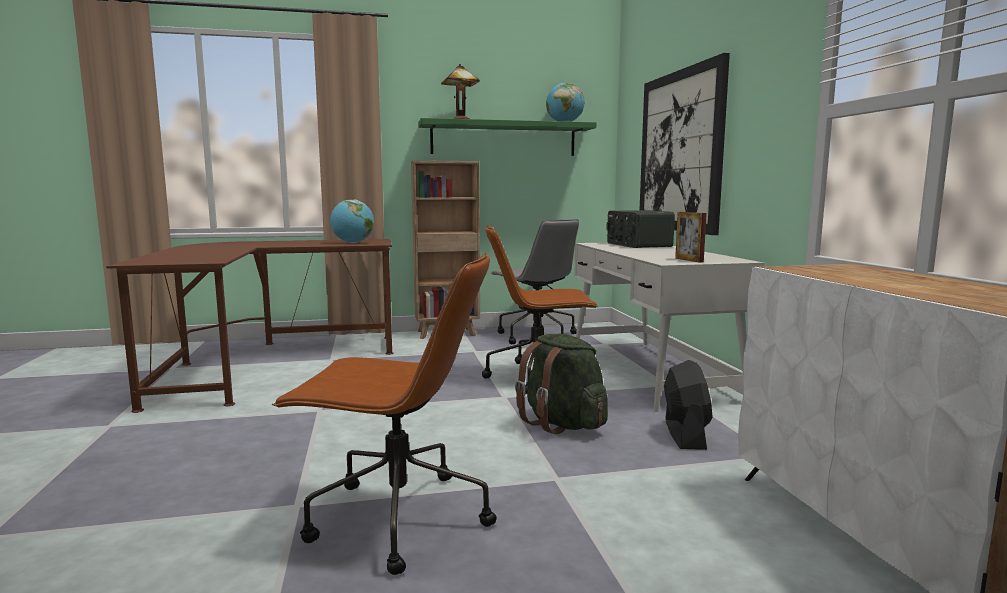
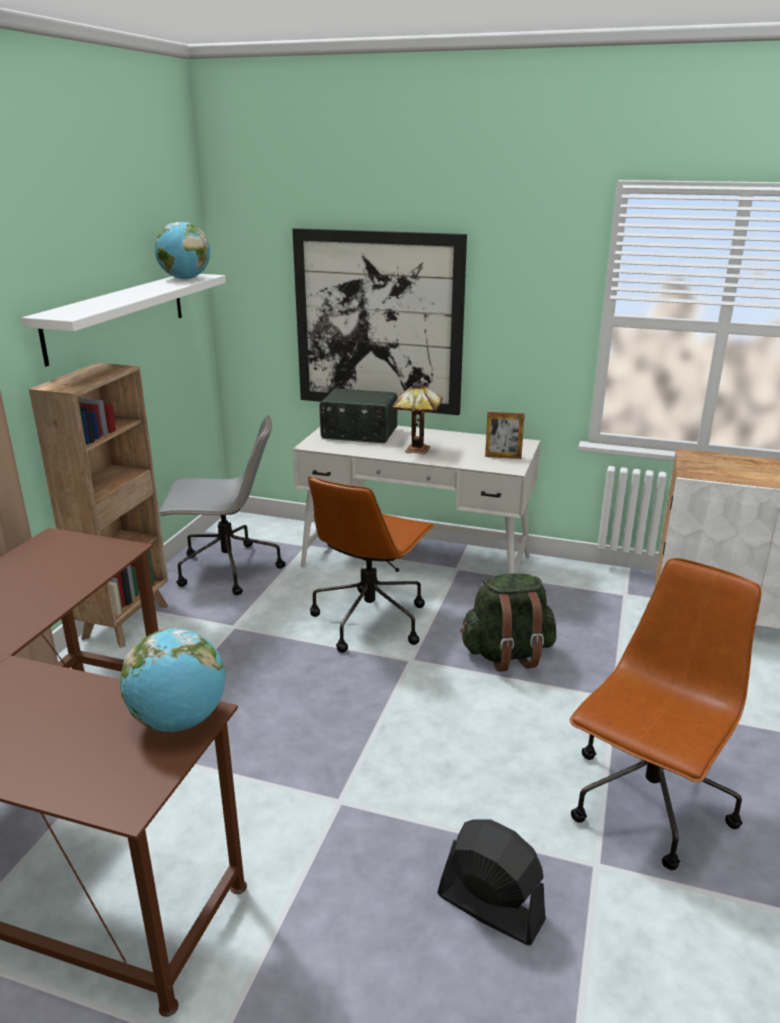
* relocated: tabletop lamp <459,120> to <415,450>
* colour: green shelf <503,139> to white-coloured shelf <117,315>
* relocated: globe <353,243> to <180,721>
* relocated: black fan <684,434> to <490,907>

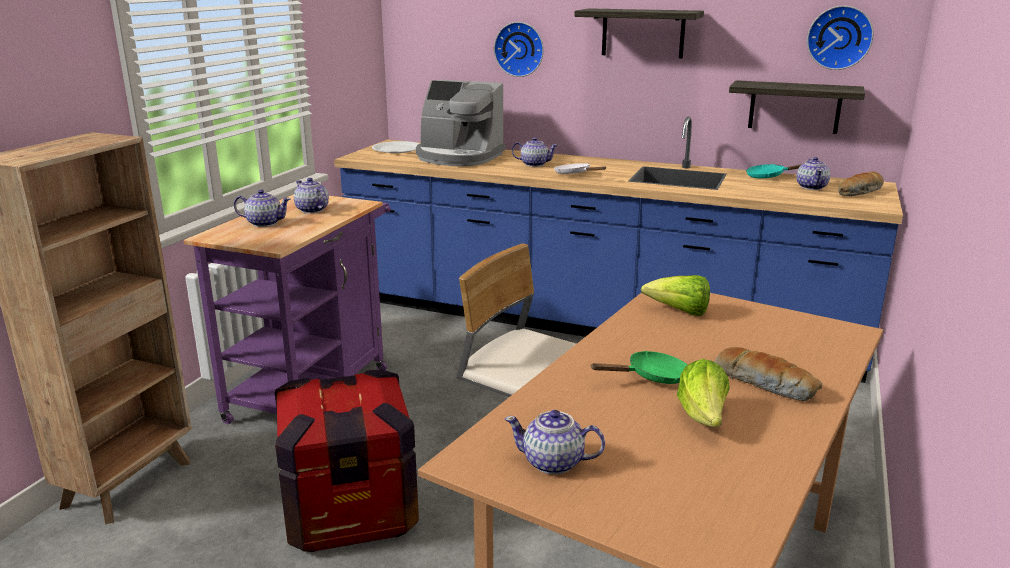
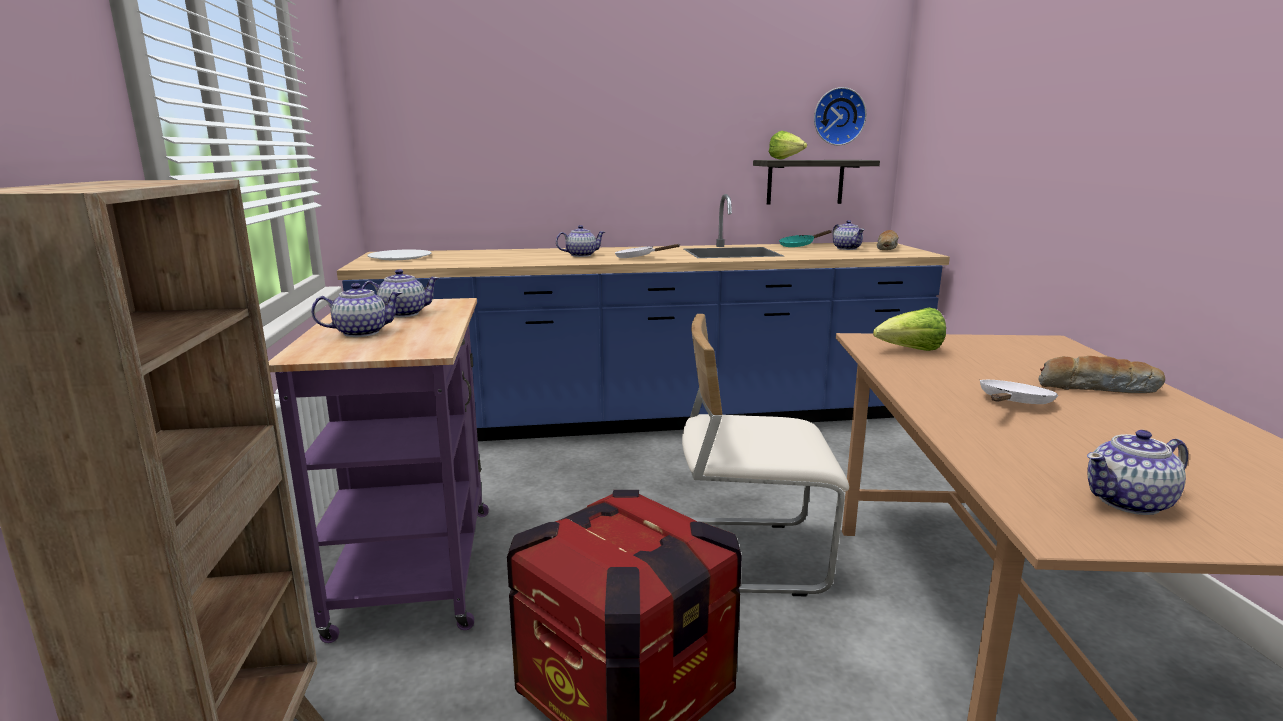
* missing: shelf <643,33>
* missing: wall clock <520,49>
* missing: coffee maker <458,157>
* spun: teapot <312,210> = <402,314> 135 degrees clockwise
* colour: green skillet <652,377> to white-coloured skillet <1013,403>
* relocated: lettuce head <703,418> to <786,159>

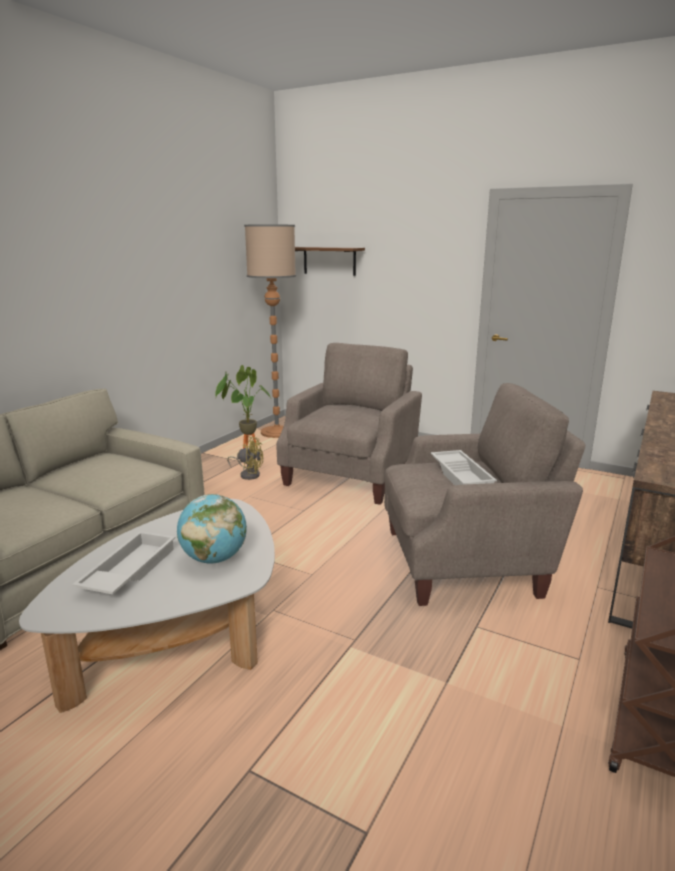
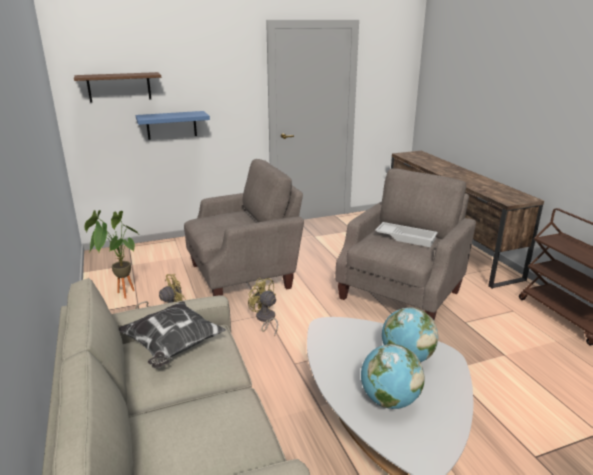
* missing: standard lamp <277,432>
* spun: beige-coloured lounge chair <351,476> = <243,275> 90 degrees clockwise
* exchanged: white-coloured carrying tray <128,570> to globe <389,400>
* appeared: blue shelf <171,125>
* appeared: yellow fan <265,319>
* appeared: pillow <172,347>

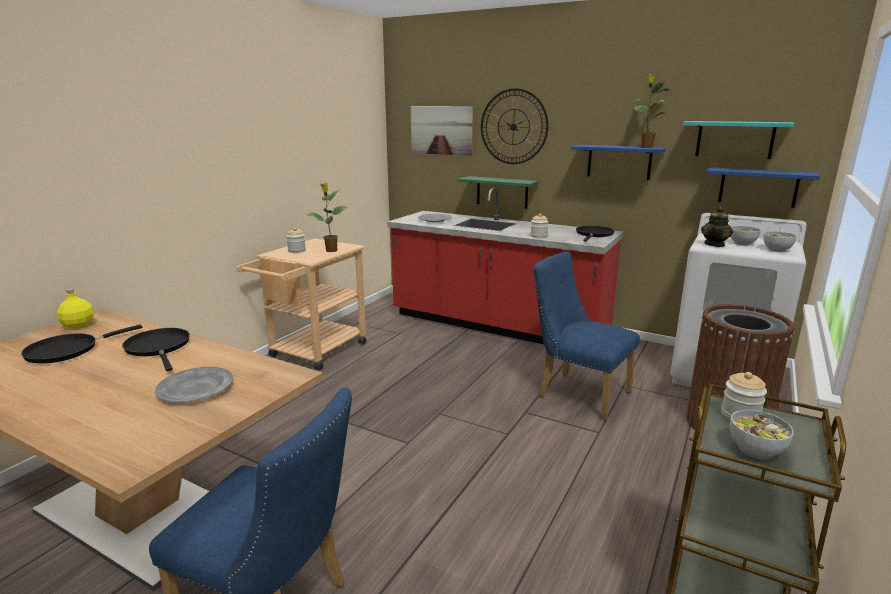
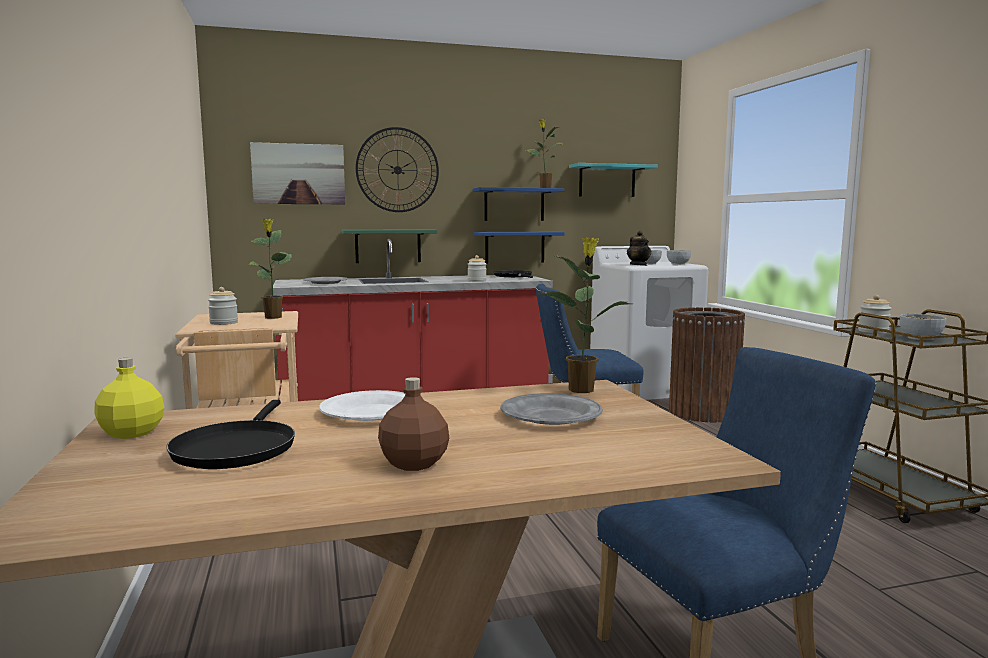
* relocated: blue shelf <758,187> to <515,247>
* exchanged: black skillet <159,348> to white-coloured dinner plate <370,412>
* appeared: potted plant <582,389>
* appeared: brown-coloured beverage bottle <415,463>

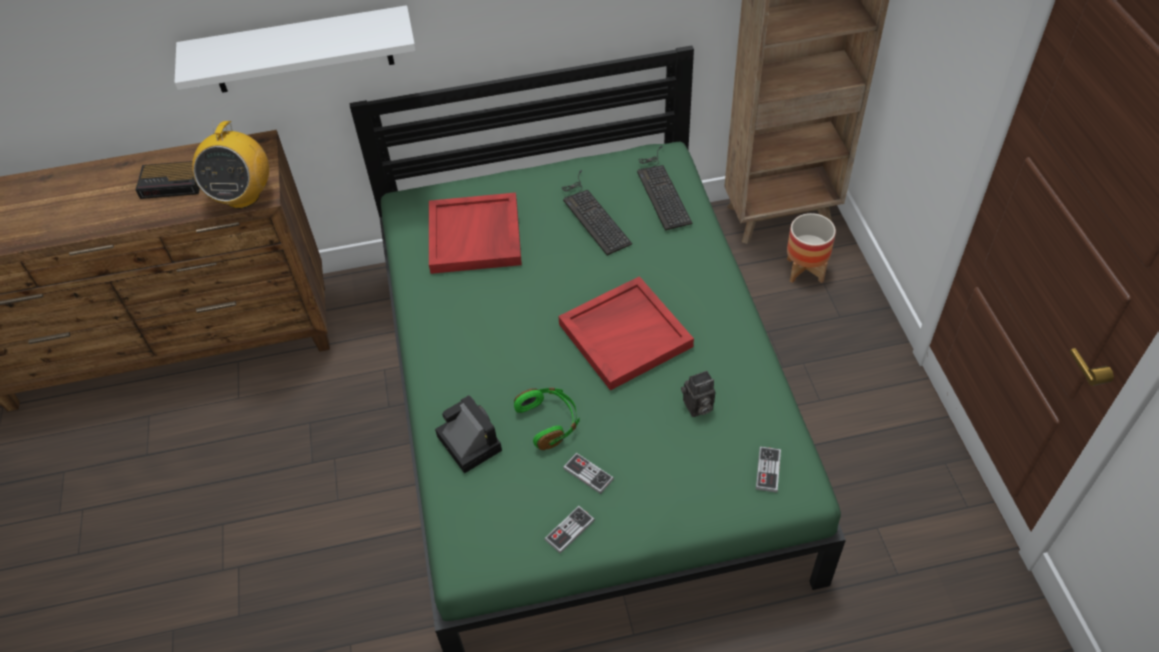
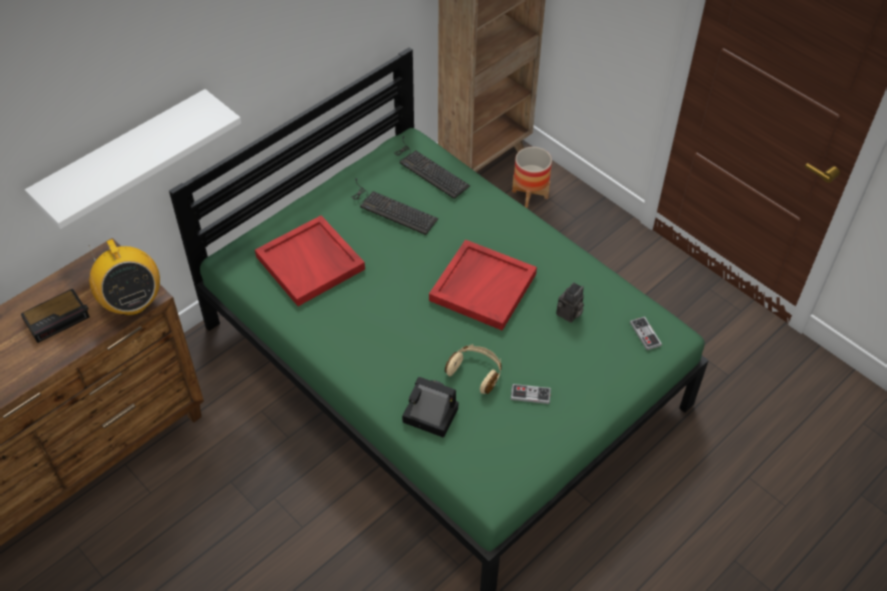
* colour: green headphones <549,421> to beige-coloured headphones <476,372>
* missing: game controller <569,530>

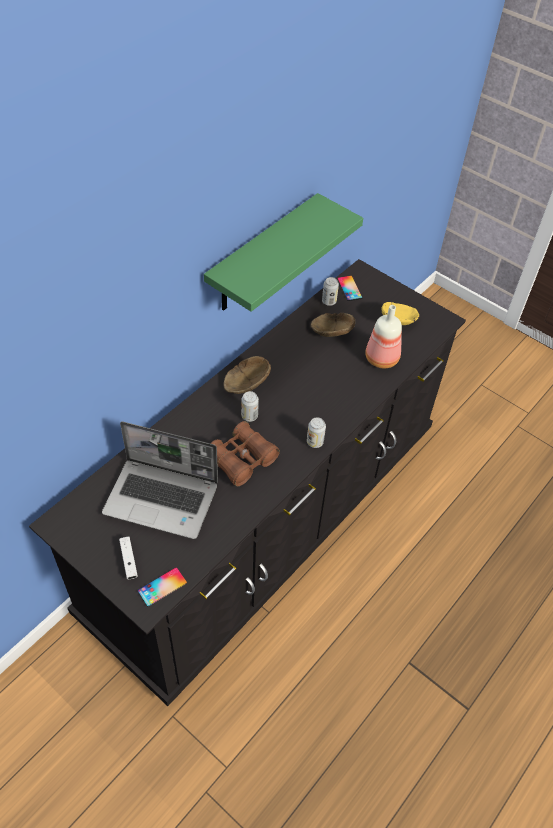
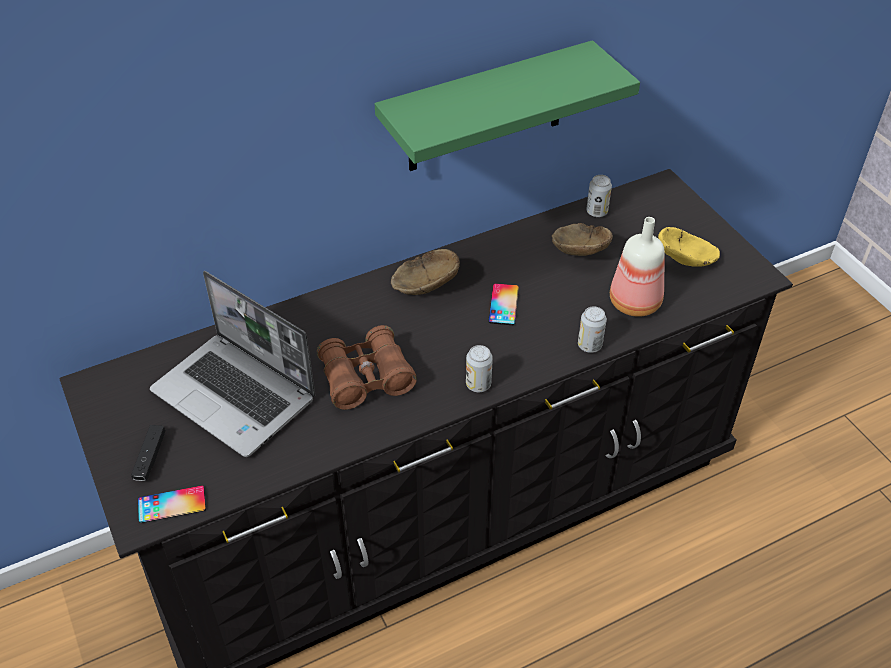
* relocated: handset <349,288> to <503,304>
* relocated: metal can <249,416> to <589,345>
* colour: white-coloured game controller <129,560> to black game controller <150,457>

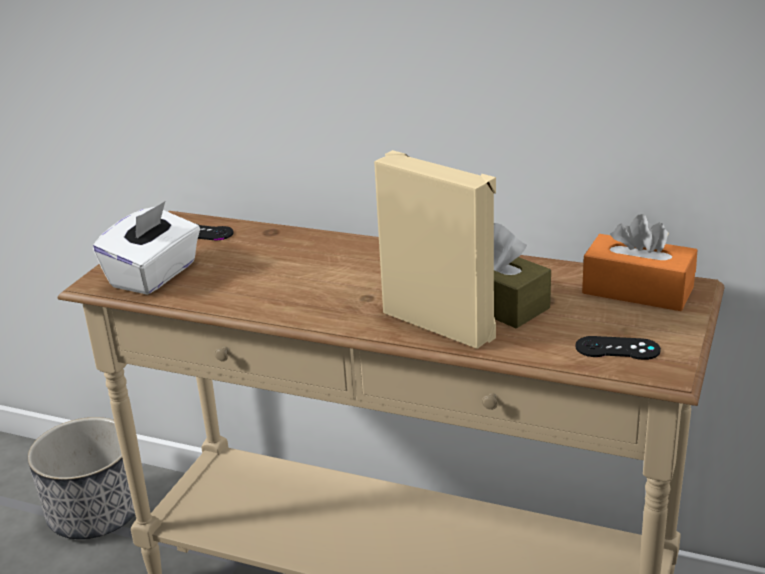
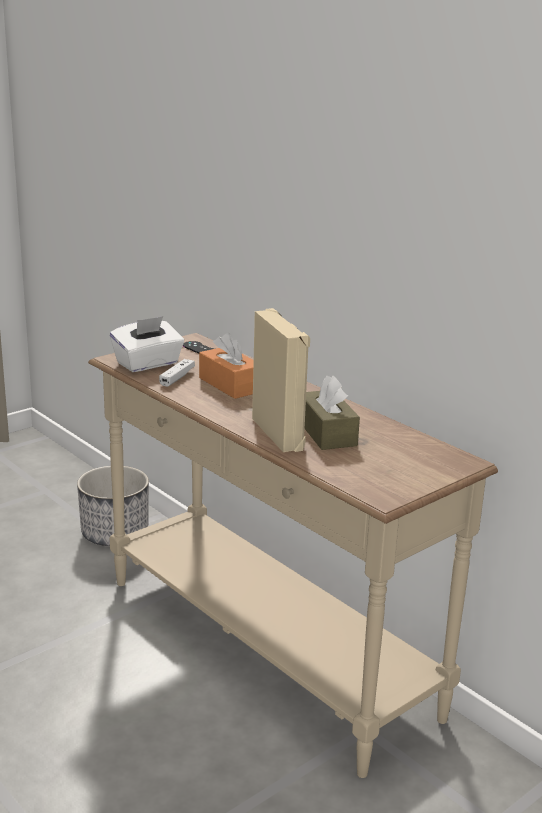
* relocated: orangey tissue box <637,290> to <230,385>
* missing: black game controller <617,348>
* appeared: white-coloured game controller <177,378>

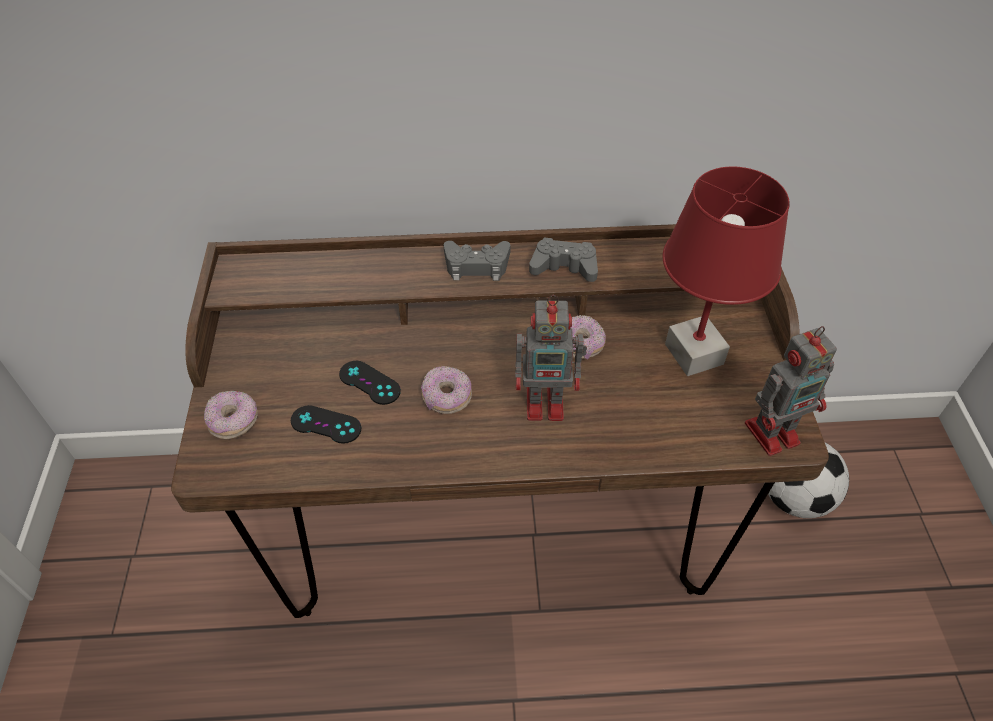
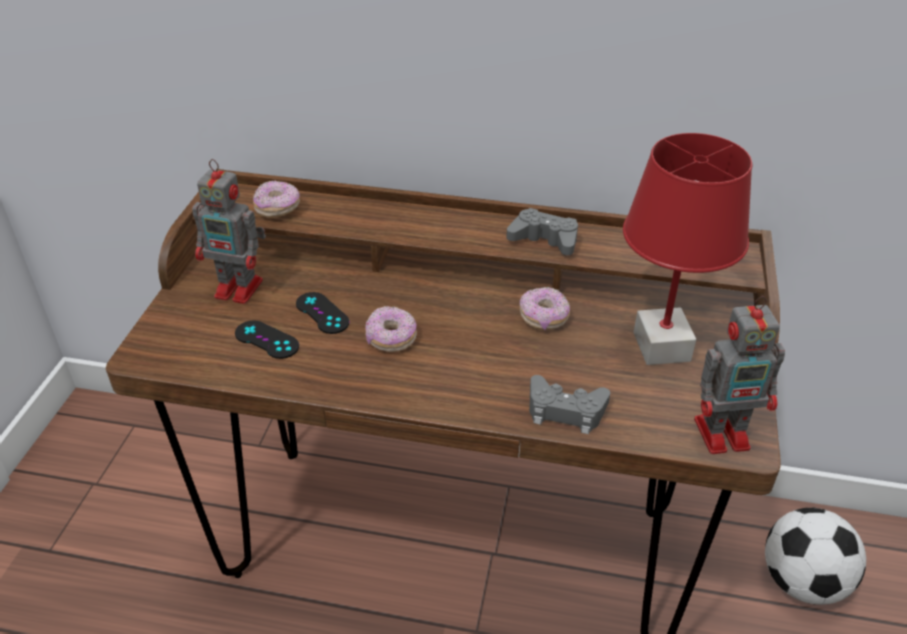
* relocated: greyish game controller <476,265> to <565,410>
* relocated: model robot <547,403> to <241,289>
* relocated: donut <234,421> to <278,208>

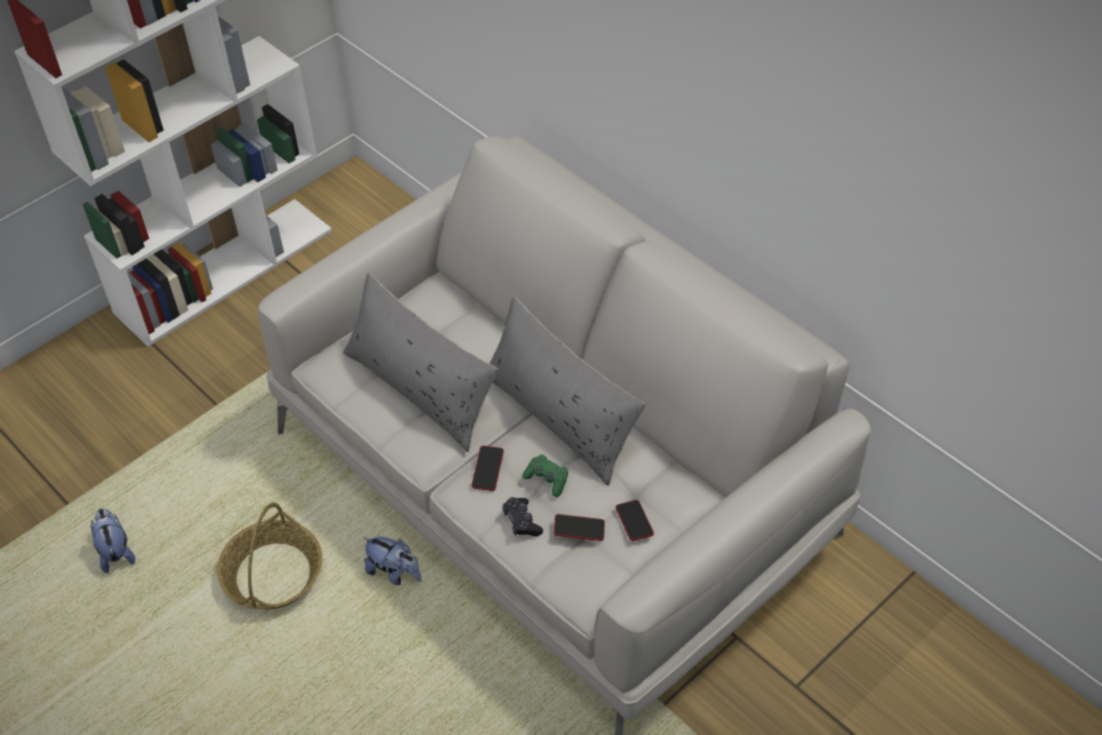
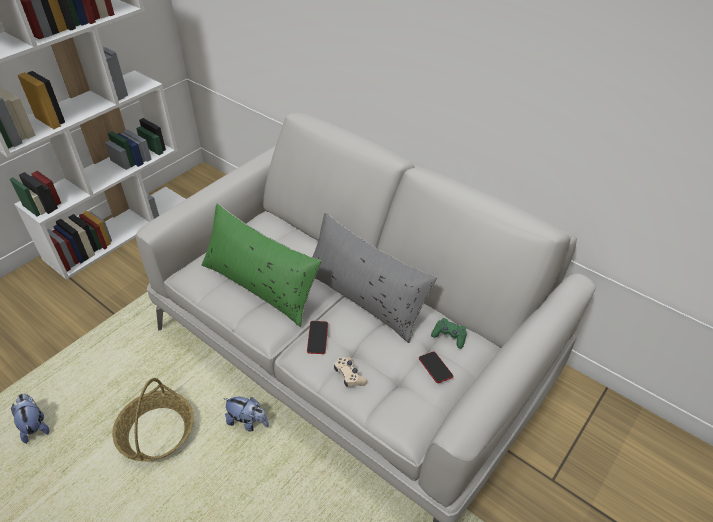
* colour: greyish pillow <421,387> to green pillow <260,284>
* relocated: green game controller <547,479> to <449,336>
* colour: black game controller <522,521> to beige-coloured game controller <349,375>
* missing: handset <579,530>

